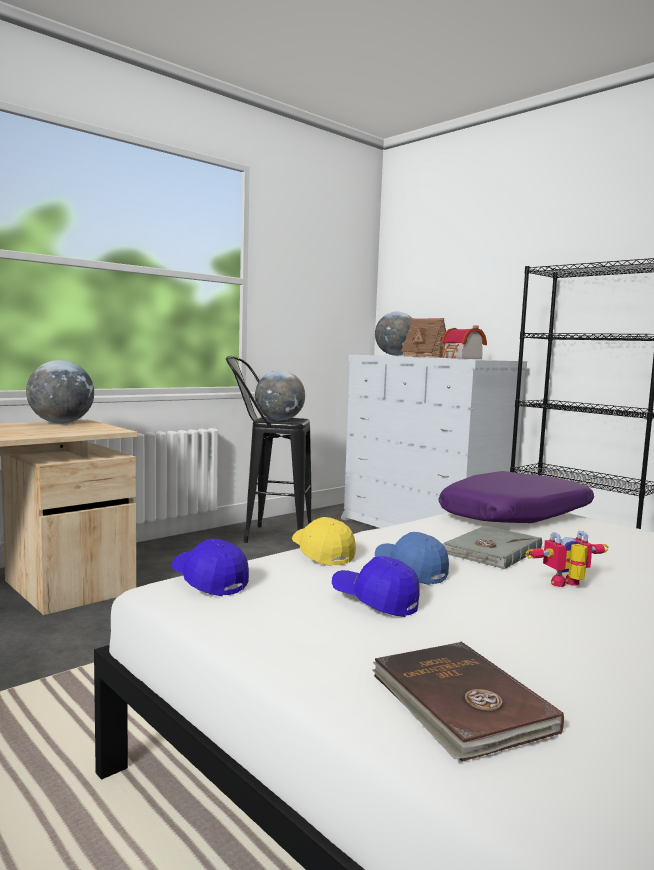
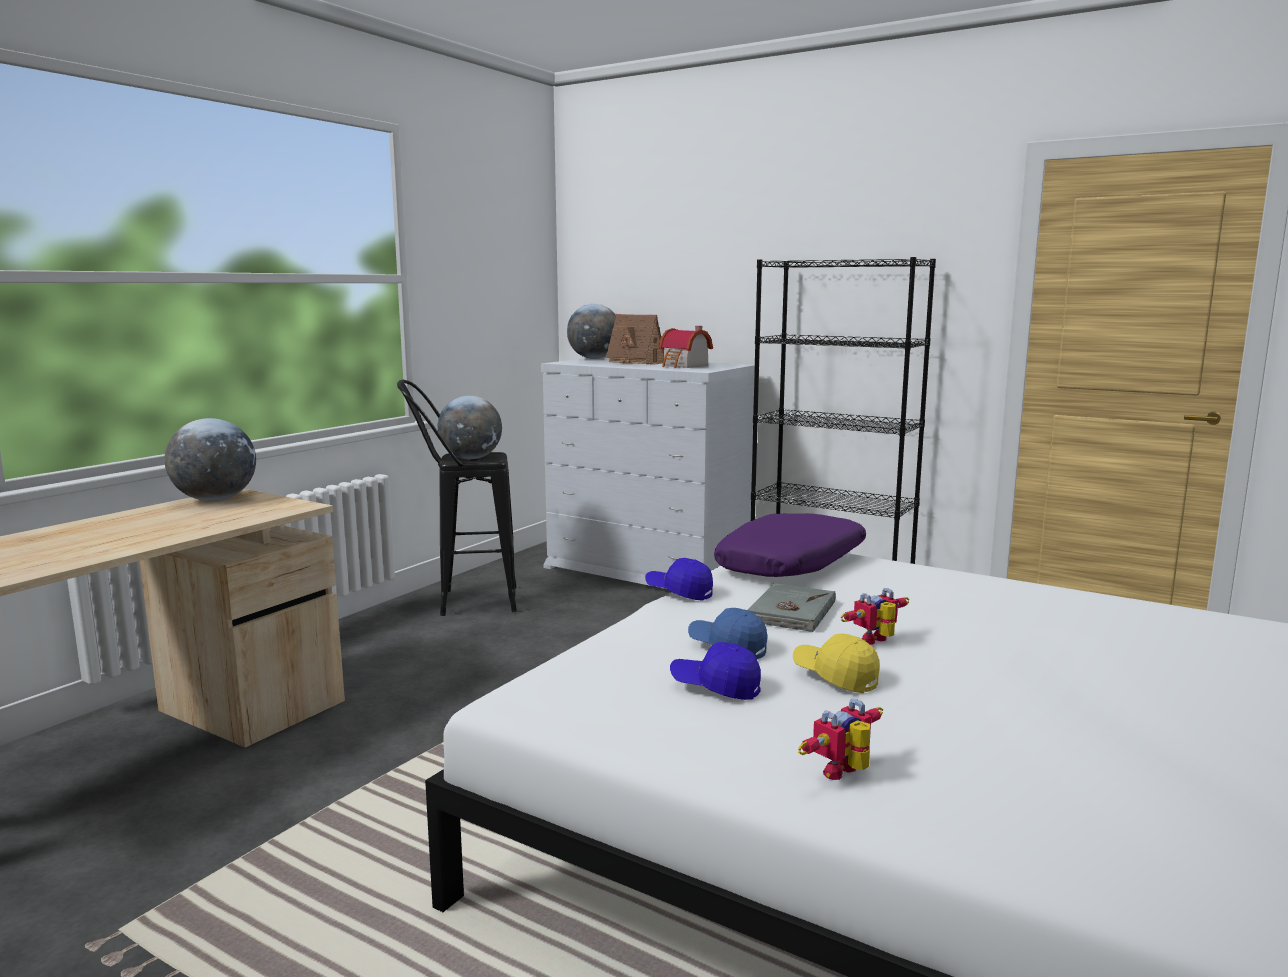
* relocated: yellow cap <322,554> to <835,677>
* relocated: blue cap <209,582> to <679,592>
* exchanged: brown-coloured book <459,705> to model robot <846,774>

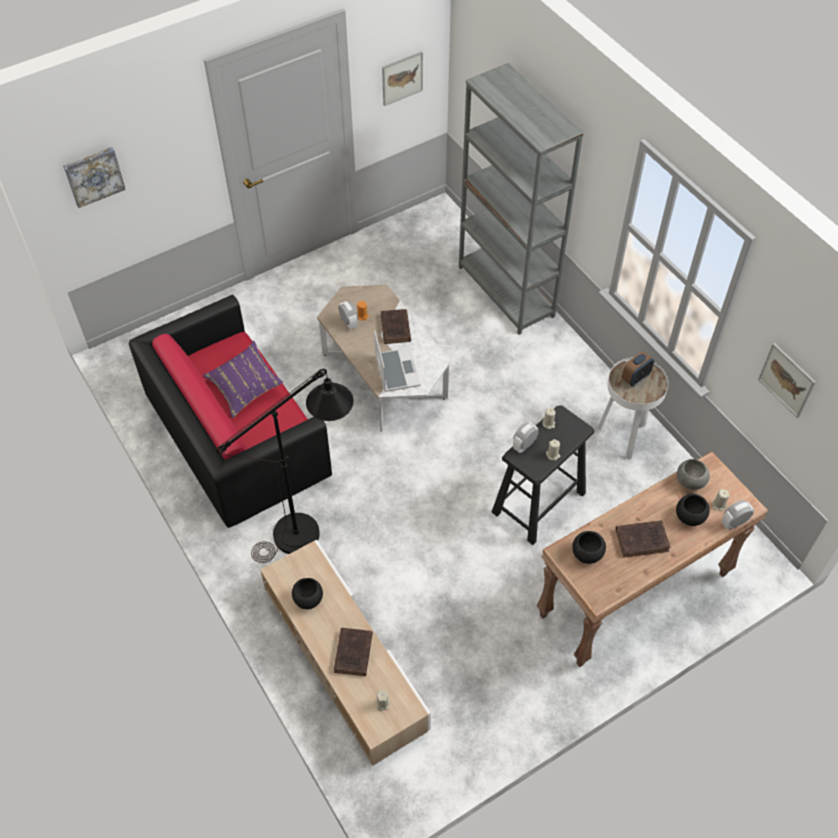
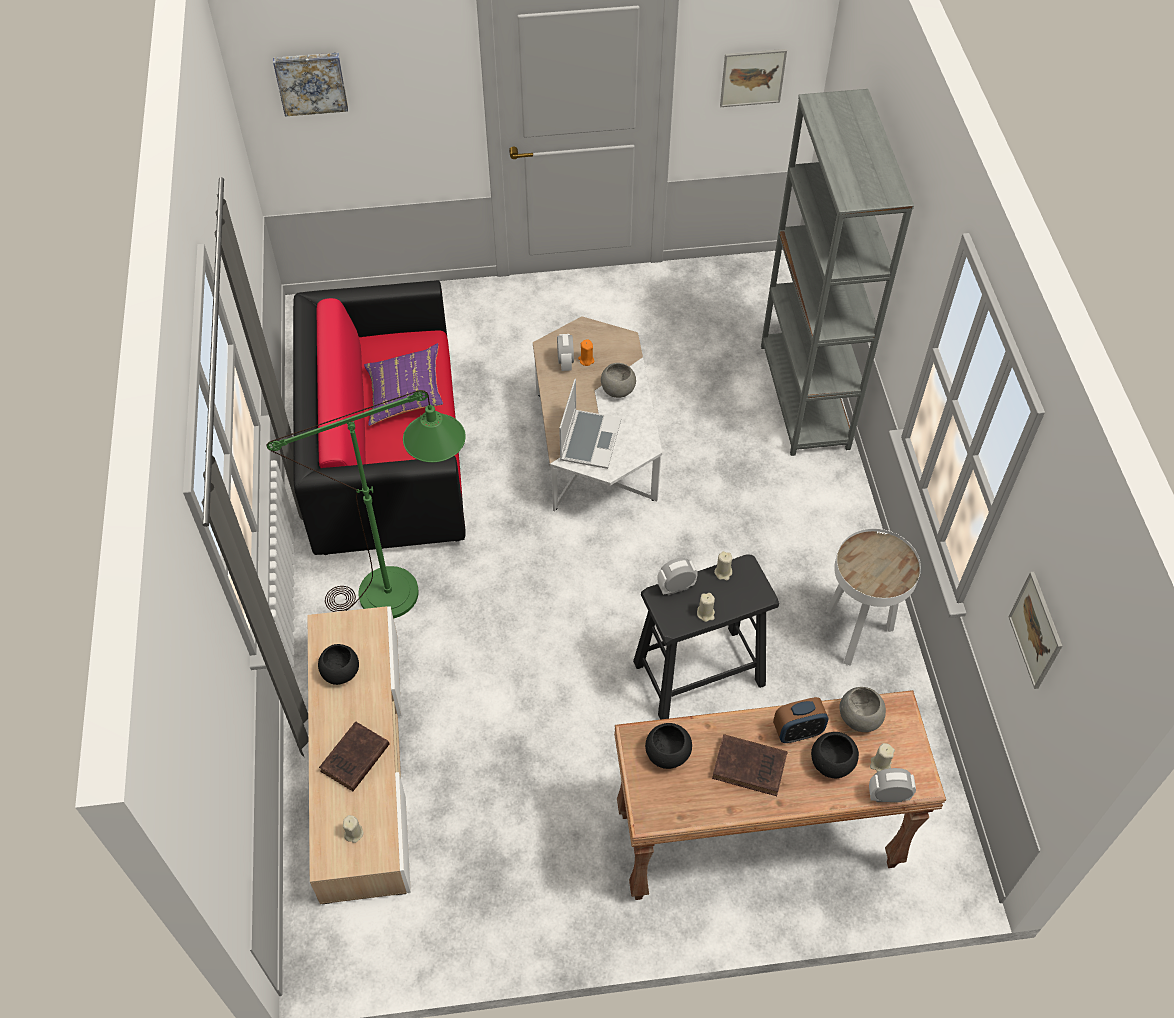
* exchanged: brown-coloured book <395,329> to greyish bowl <617,390>
* relocated: alarm clock <635,378> to <797,732>
* colour: black standard lamp <308,528> to green standard lamp <406,592>

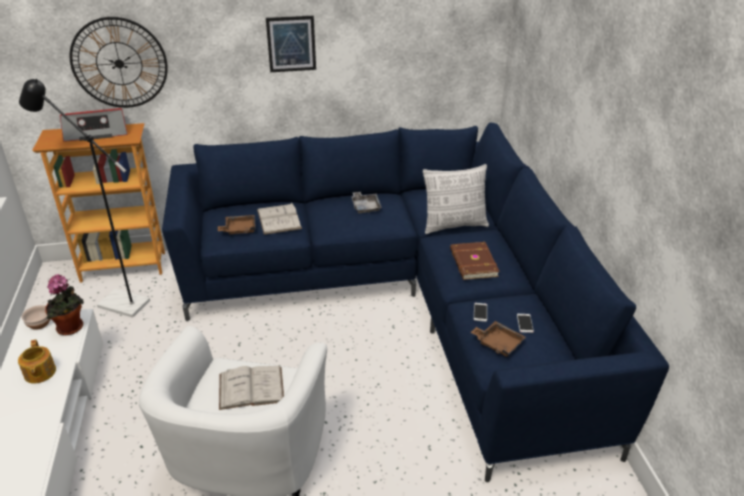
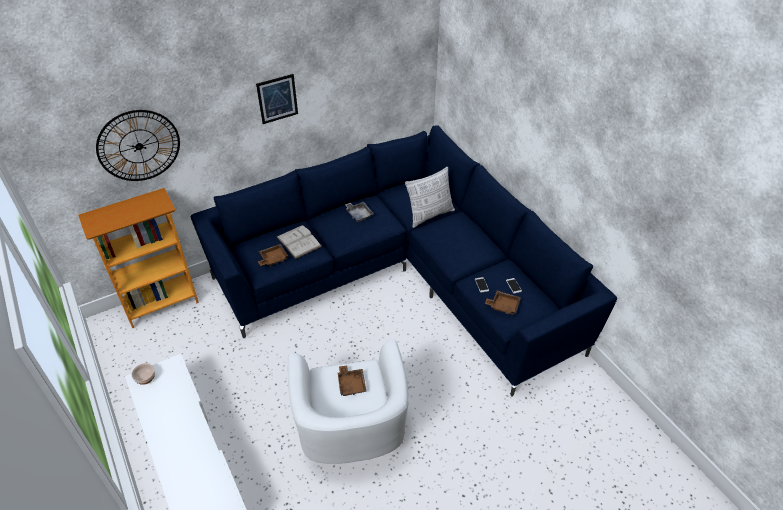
* missing: black standard lamp <116,302>
* missing: radio set <97,133>
* missing: brown-coloured book <472,263>
* missing: potted plant <72,328>
* missing: teapot <39,373>
* exchanged: white-coloured book <251,388> to brown-coloured carrying tray <351,384>

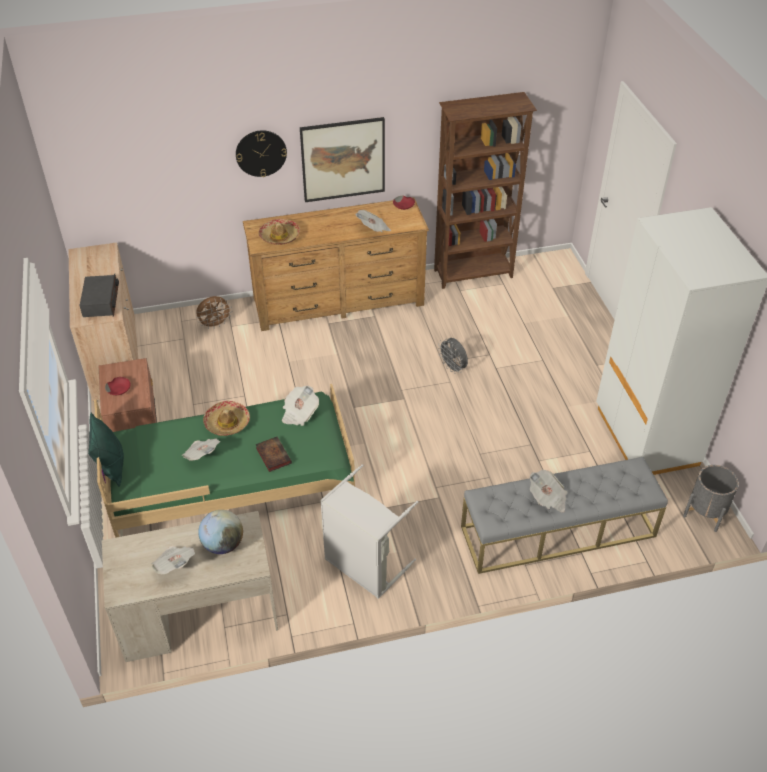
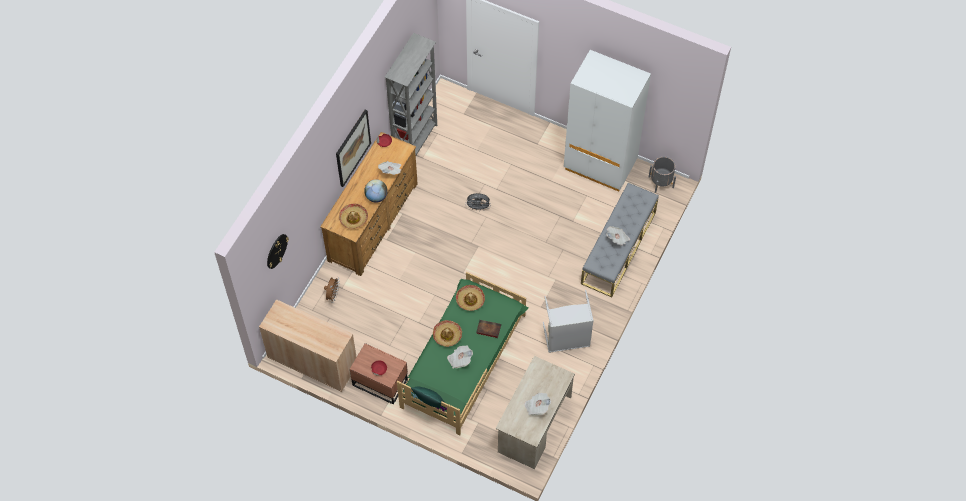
* colour: brown-coloured bookcase <474,274> to greyish bookcase <416,140>
* relocated: wall clock <261,153> to <276,251>
* missing: radio set <101,302>
* exchanged: daily paper <299,413> to hat <470,300>
* relocated: globe <223,544> to <376,197>

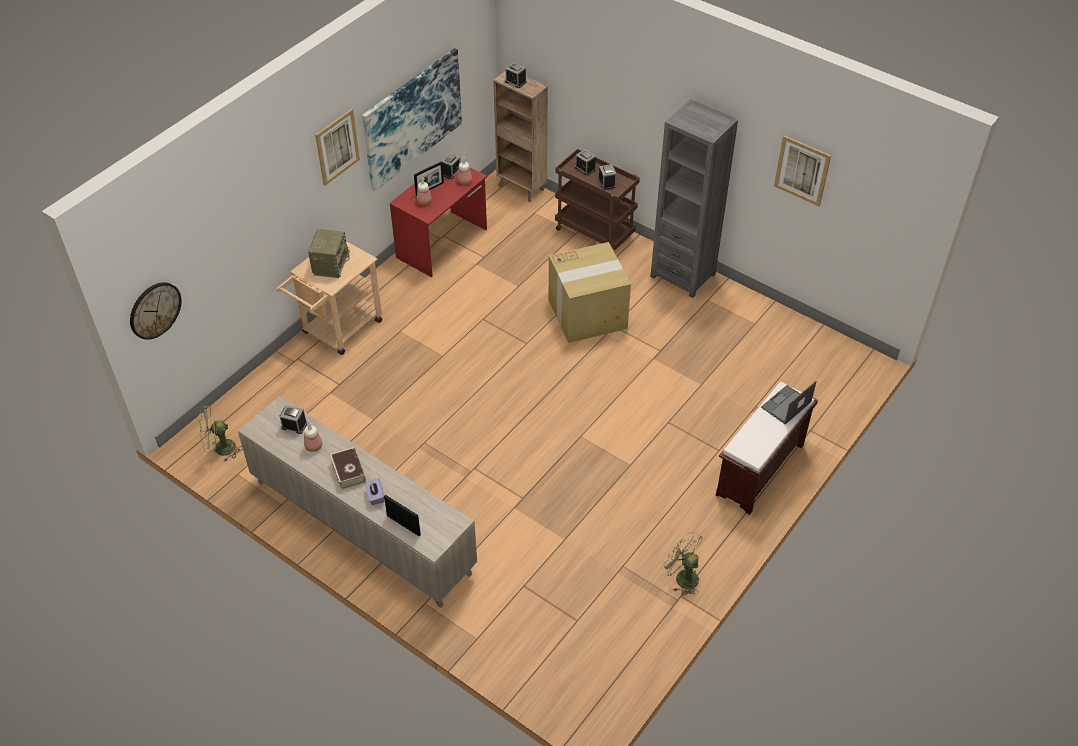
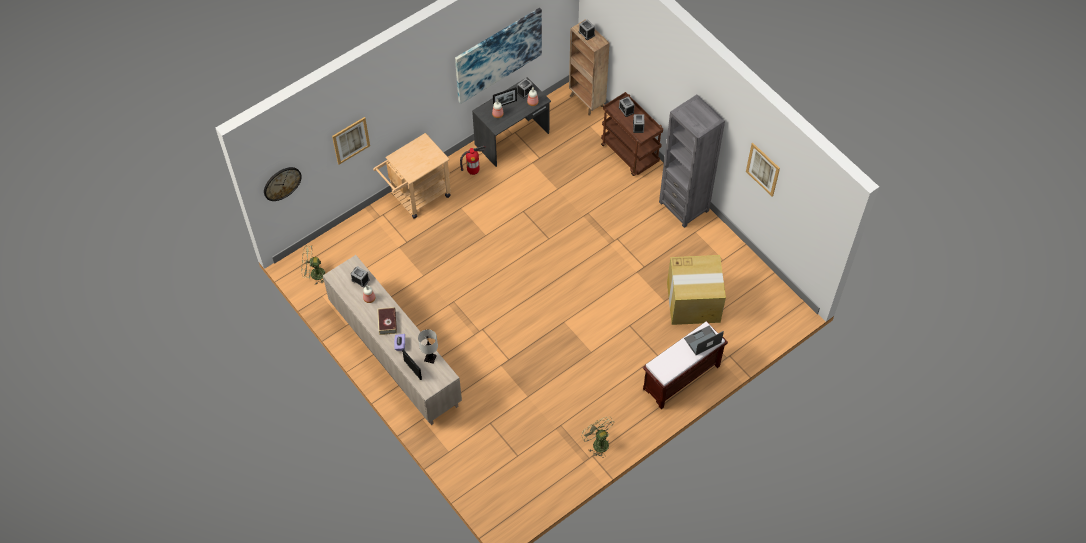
* relocated: wall picture <337,147> to <351,140>
* colour: reddish desk table <443,243> to greyish desk table <512,139>
* missing: radio set <330,264>
* relocated: cardboard box <588,314> to <694,302>
* appeared: fire-fighting cylinder <473,171>
* appeared: white-coloured tabletop lamp <430,358>

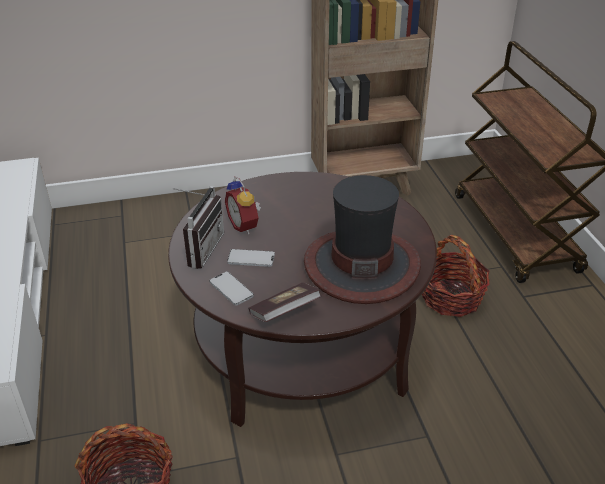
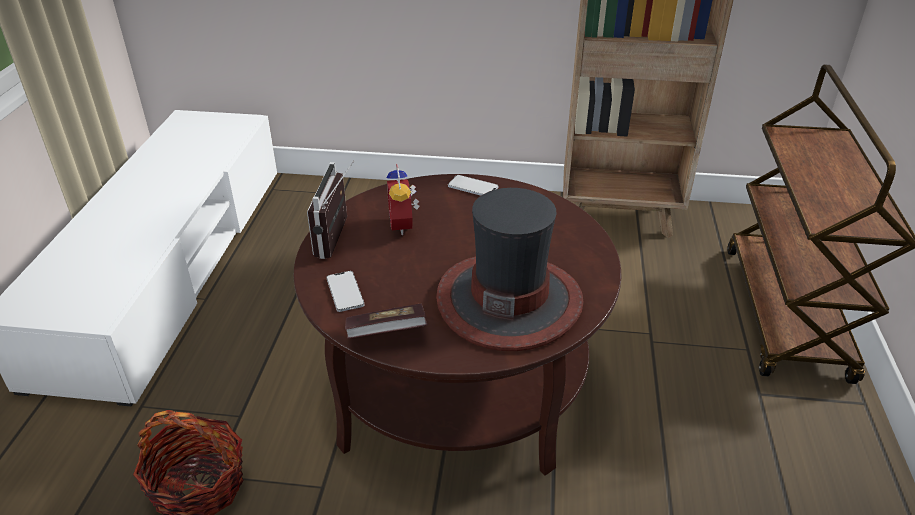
* spun: radio set <199,248> = <340,239> 150 degrees clockwise
* missing: basket <451,298>
* relocated: handset <251,259> to <473,187>

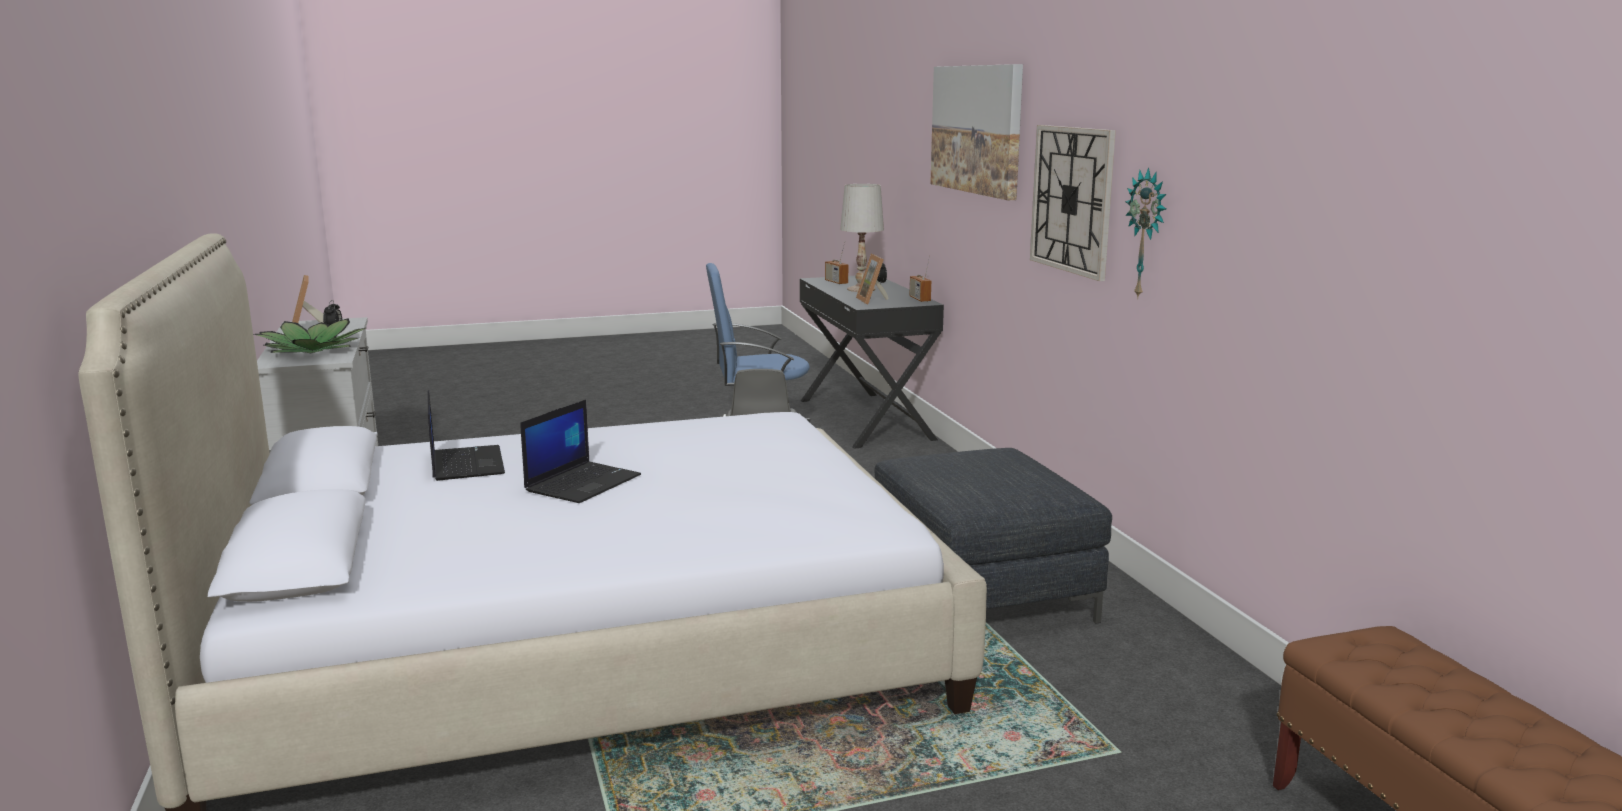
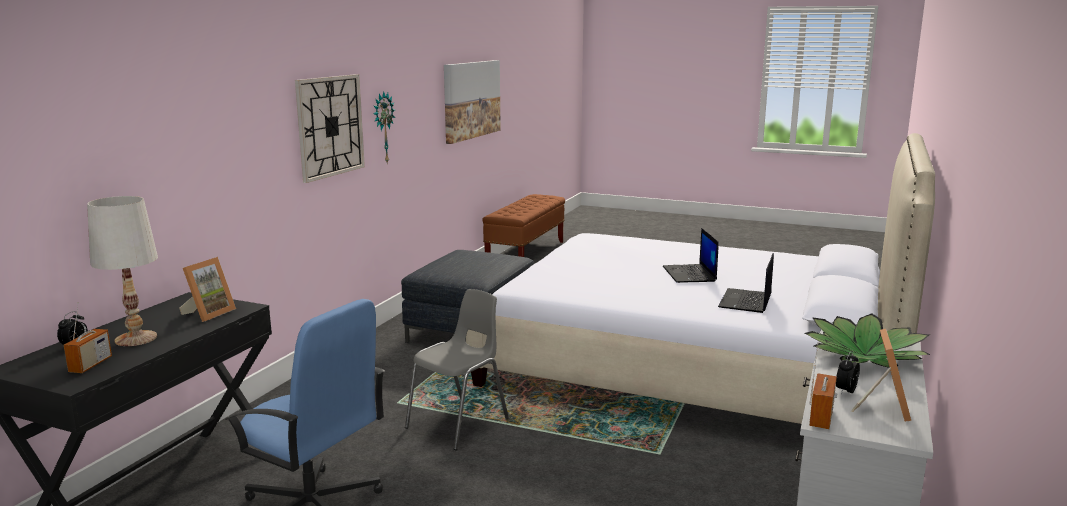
* relocated: wall picture <977,129> to <471,99>
* relocated: radio set <919,299> to <821,417>
* spun: portable computer <583,483> = <690,274> 75 degrees counterclockwise

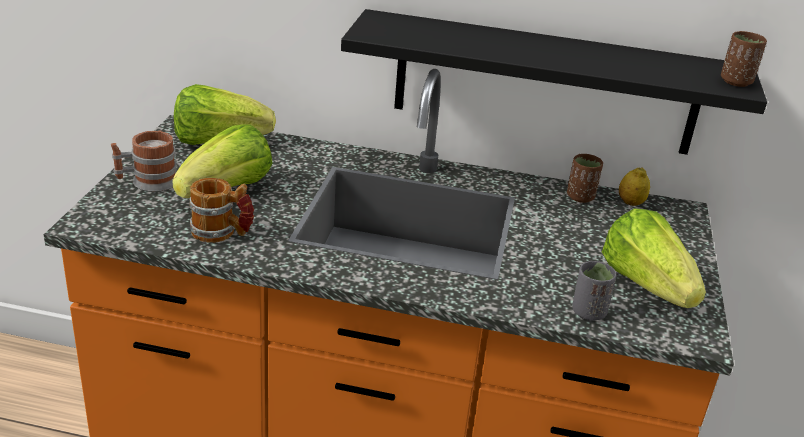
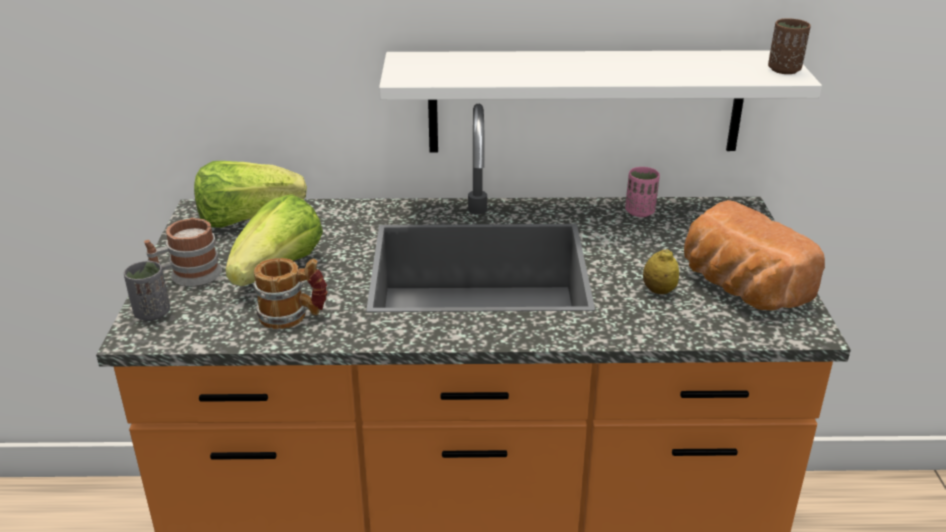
* colour: black shelf <545,83> to white-coloured shelf <585,101>
* colour: brown-coloured drinking cup <580,197> to pink-coloured drinking cup <640,212>
* relocated: whole lemon <630,203> to <658,291>
* exchanged: lettuce head <646,285> to baked bread <739,288>
* relocated: greyish drinking cup <588,312> to <152,313>

